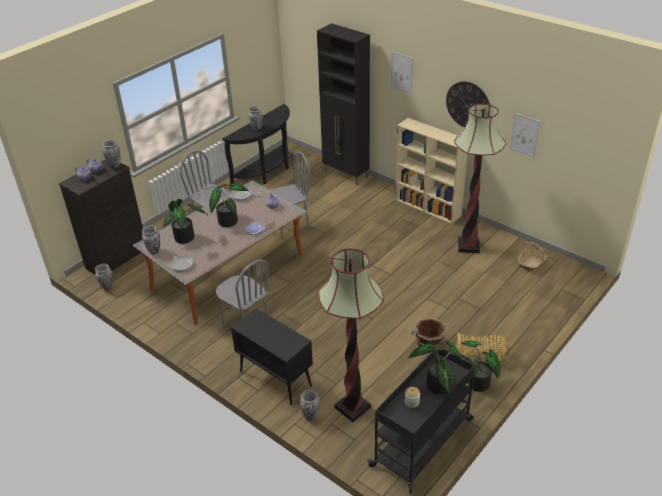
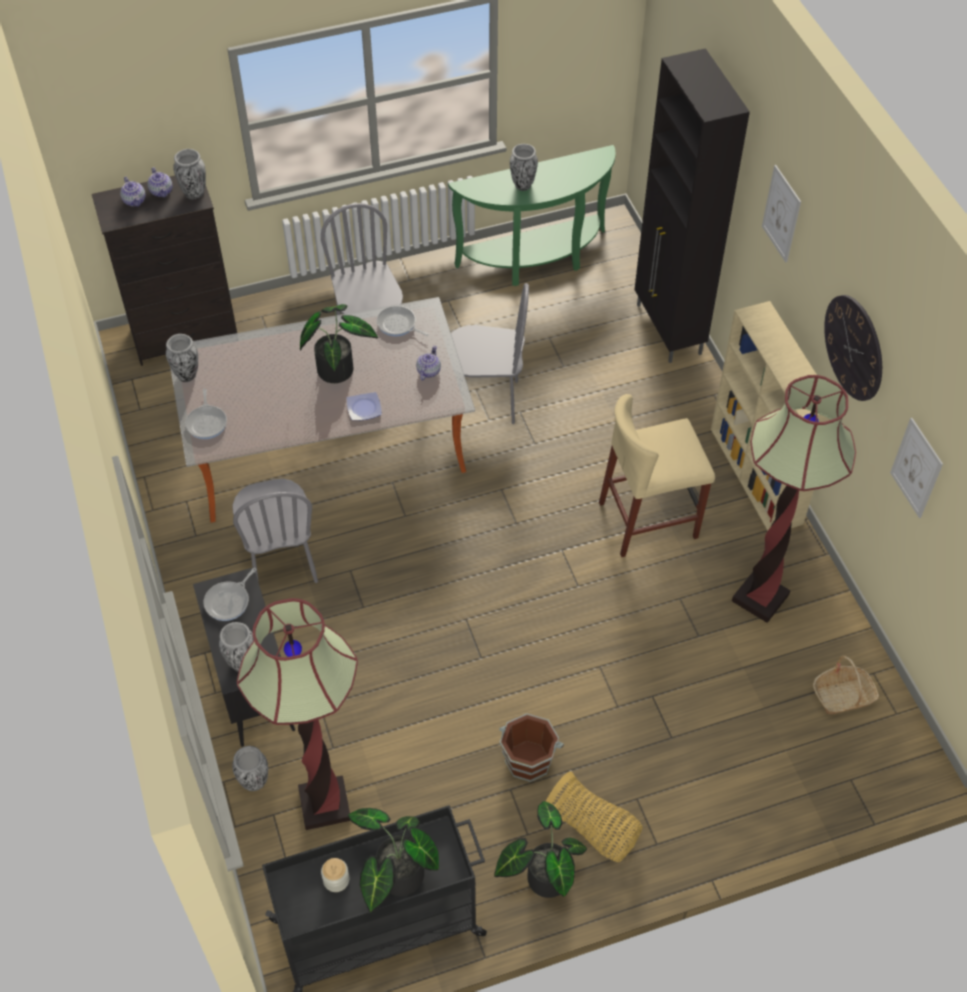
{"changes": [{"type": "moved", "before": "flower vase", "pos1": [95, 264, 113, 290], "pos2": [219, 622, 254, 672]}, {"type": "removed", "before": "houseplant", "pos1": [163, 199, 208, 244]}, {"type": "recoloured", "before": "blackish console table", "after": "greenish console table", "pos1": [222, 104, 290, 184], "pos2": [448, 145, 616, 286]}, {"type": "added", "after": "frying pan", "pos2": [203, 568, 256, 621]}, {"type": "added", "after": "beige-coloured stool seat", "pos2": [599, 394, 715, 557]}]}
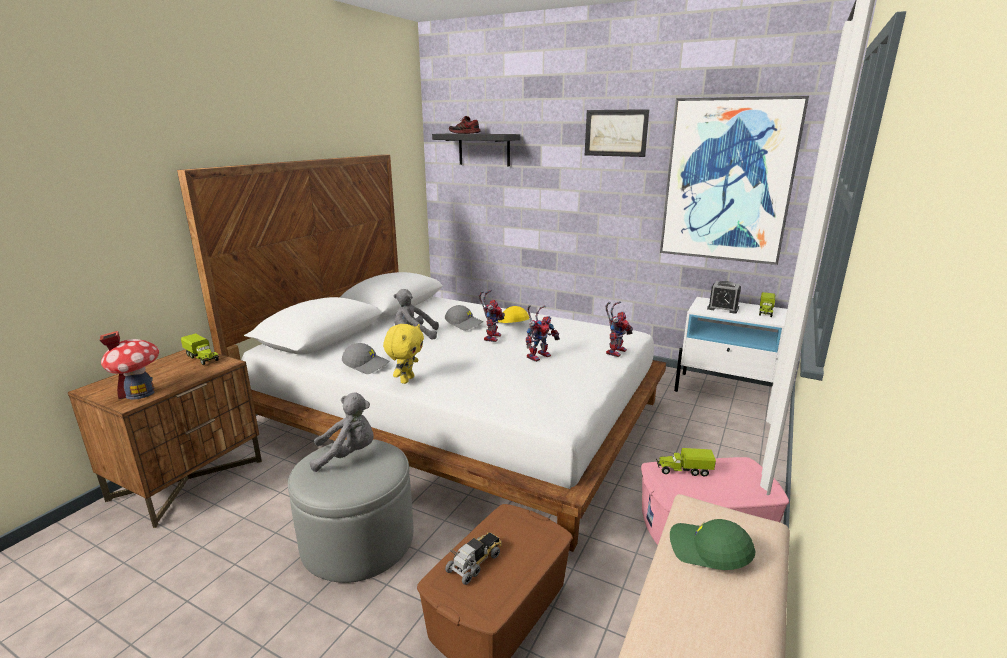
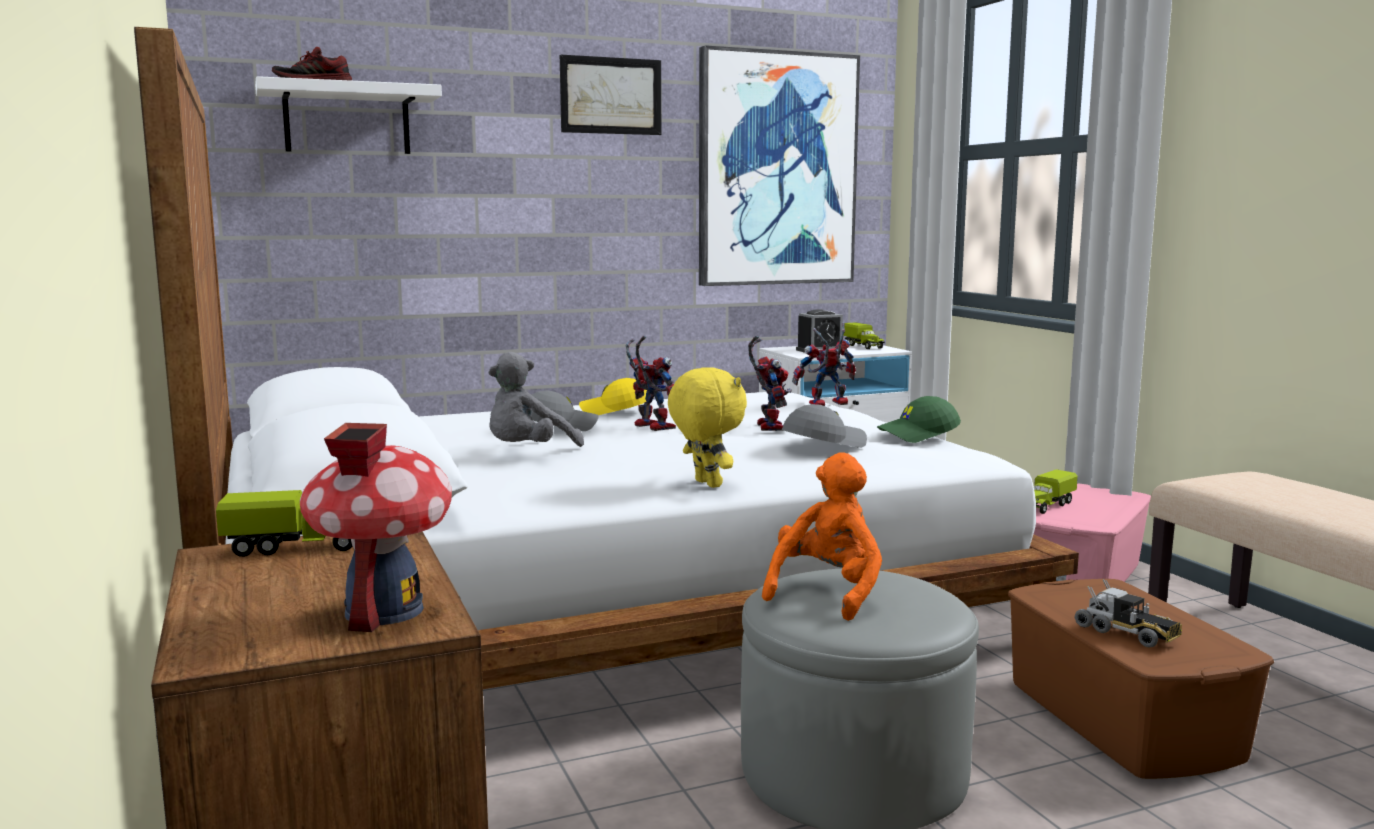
{"changes": [{"type": "recoloured", "before": "gray cuddly toy", "after": "orange cuddly toy", "pos1": [310, 392, 374, 472], "pos2": [762, 452, 882, 621]}, {"type": "moved", "before": "gray cap", "pos1": [342, 343, 389, 374], "pos2": [782, 404, 867, 448]}, {"type": "recoloured", "before": "blackish wall shelf", "after": "white-coloured wall shelf", "pos1": [432, 133, 520, 167], "pos2": [255, 76, 442, 154]}, {"type": "turned", "before": "toy truck", "pos1": [445, 532, 502, 585], "pos2": [1075, 579, 1182, 648], "turn": 150}, {"type": "turned", "before": "robot figure", "pos1": [606, 301, 633, 357], "pos2": [792, 322, 856, 406], "turn": -90}, {"type": "moved", "before": "greenish cap", "pos1": [670, 519, 755, 570], "pos2": [877, 396, 961, 443]}]}
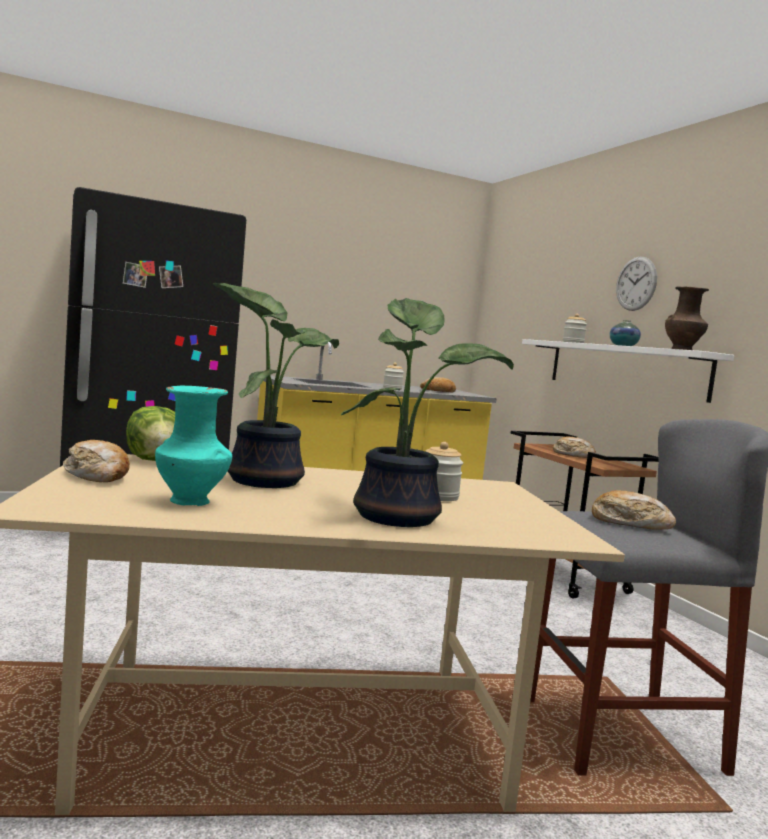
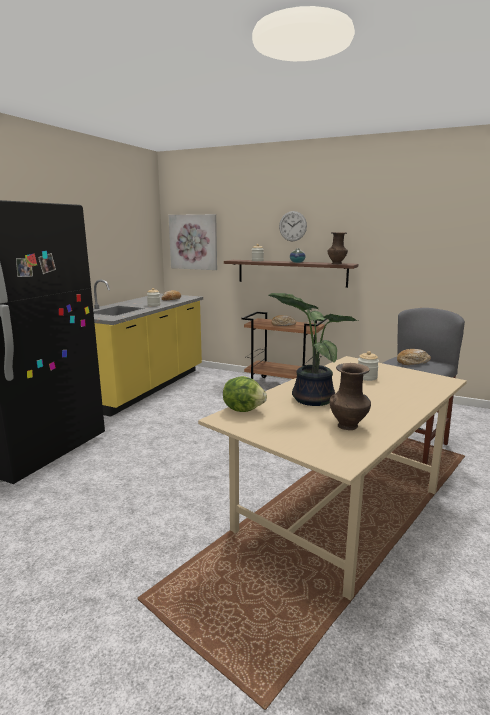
{"changes": [{"type": "removed", "before": "bakery bread", "pos1": [63, 440, 130, 482]}, {"type": "recoloured", "before": "turquoise flower vase", "after": "brown flower vase", "pos1": [155, 385, 232, 506], "pos2": [330, 363, 371, 430]}, {"type": "removed", "before": "houseplant", "pos1": [341, 298, 514, 527]}, {"type": "recoloured", "before": "white-coloured wall shelf", "after": "brown wall shelf", "pos1": [522, 339, 734, 403], "pos2": [224, 260, 358, 288]}, {"type": "added", "after": "wall picture", "pos2": [169, 214, 217, 270]}]}
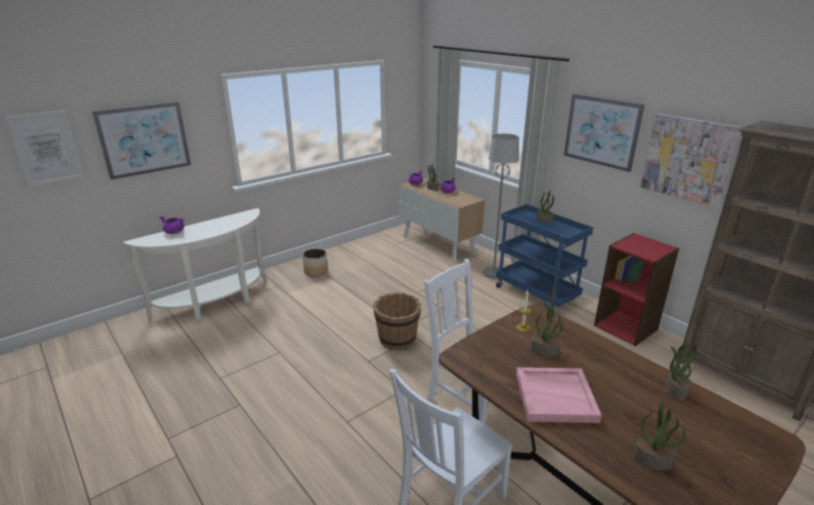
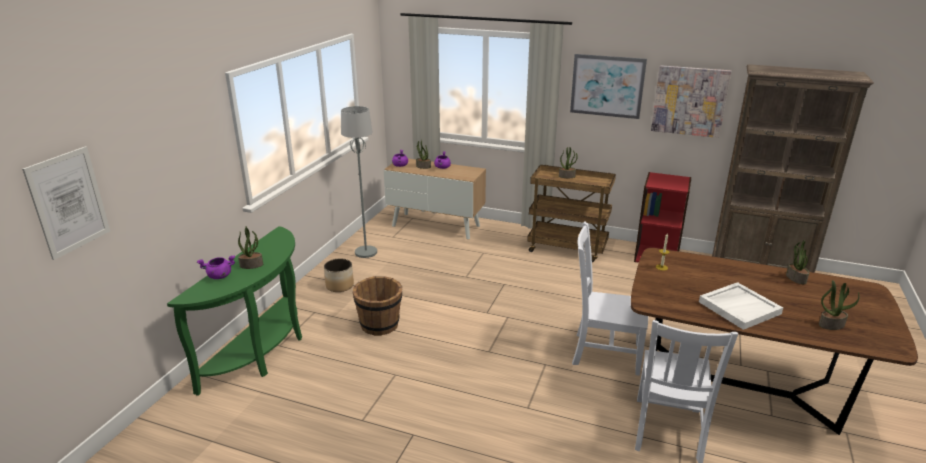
{"changes": [{"type": "removed", "before": "wall picture", "pos1": [92, 102, 191, 180]}, {"type": "recoloured", "before": "white-coloured console table", "after": "greenish console table", "pos1": [123, 208, 267, 321], "pos2": [167, 226, 302, 396]}, {"type": "moved", "before": "brown water bucket", "pos1": [373, 293, 421, 350], "pos2": [352, 276, 402, 336]}, {"type": "moved", "before": "gray standing lamp", "pos1": [483, 134, 519, 279], "pos2": [341, 106, 377, 258]}, {"type": "recoloured", "before": "blue wheeled cart", "after": "brown wheeled cart", "pos1": [496, 204, 593, 311], "pos2": [527, 165, 616, 262]}, {"type": "recoloured", "before": "pink serving tray", "after": "white-coloured serving tray", "pos1": [516, 367, 602, 423], "pos2": [699, 282, 783, 330]}, {"type": "moved", "before": "houseplant", "pos1": [531, 304, 563, 357], "pos2": [238, 226, 263, 269]}]}
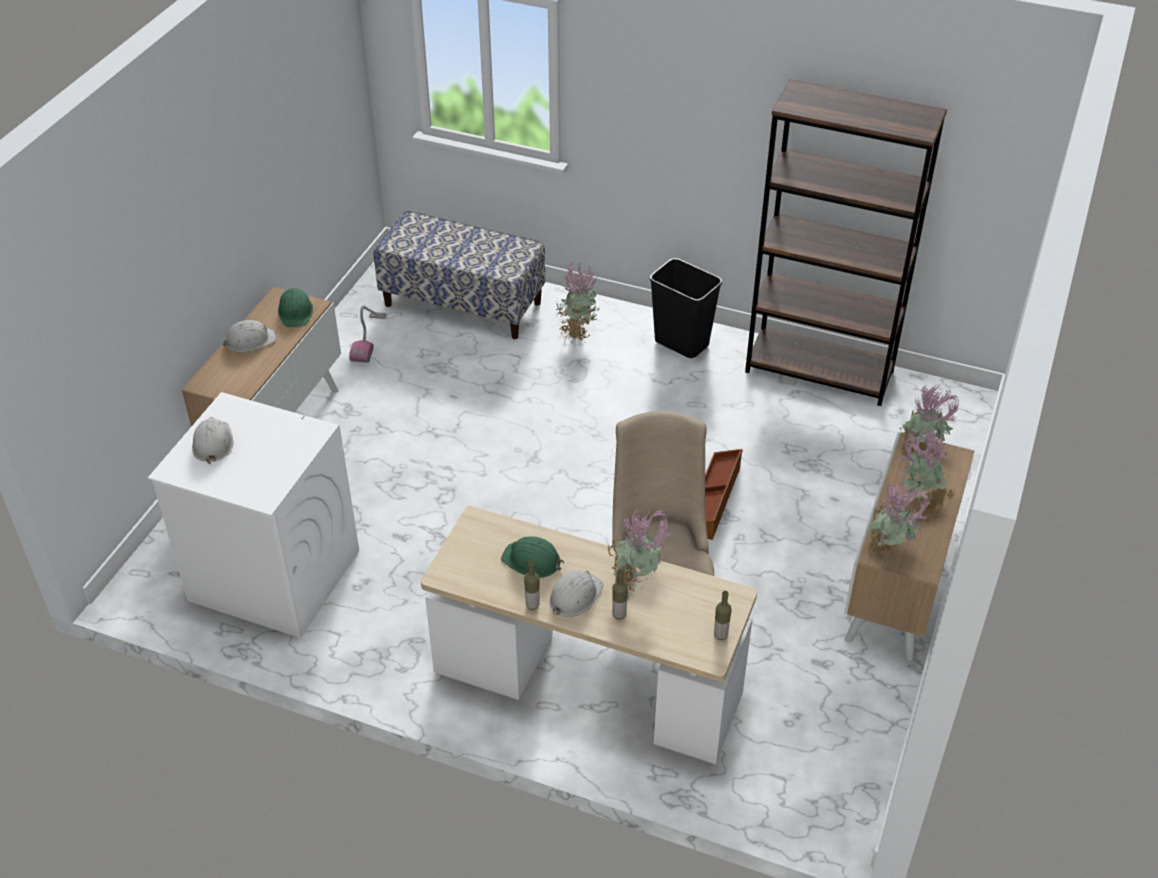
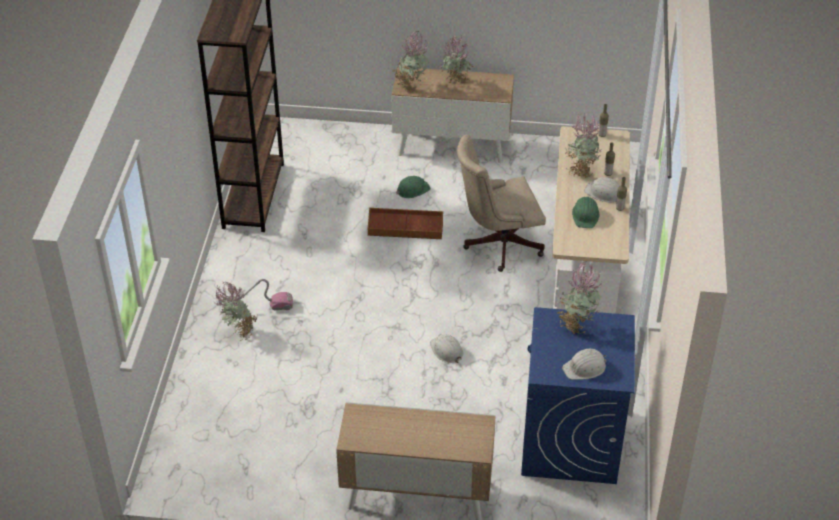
{"changes": [{"type": "recoloured", "before": "white-coloured washing machine", "after": "blue washing machine", "pos1": [148, 392, 359, 638], "pos2": [521, 307, 635, 484]}, {"type": "moved", "before": "white-coloured work helmet", "pos1": [222, 320, 277, 353], "pos2": [430, 334, 463, 363]}, {"type": "moved", "before": "greenish work helmet", "pos1": [278, 288, 313, 327], "pos2": [396, 176, 431, 198]}, {"type": "moved", "before": "hoover", "pos1": [349, 305, 387, 363], "pos2": [225, 279, 293, 315]}, {"type": "removed", "before": "indoor bench", "pos1": [373, 211, 545, 339]}, {"type": "removed", "before": "blackish trash can", "pos1": [650, 258, 722, 358]}, {"type": "moved", "before": "houseplant", "pos1": [866, 481, 931, 559], "pos2": [558, 261, 603, 335]}]}
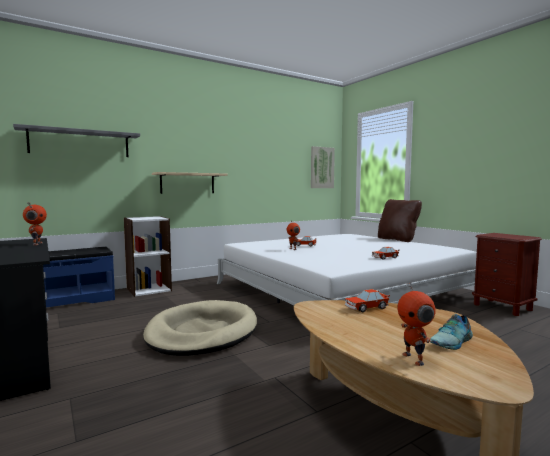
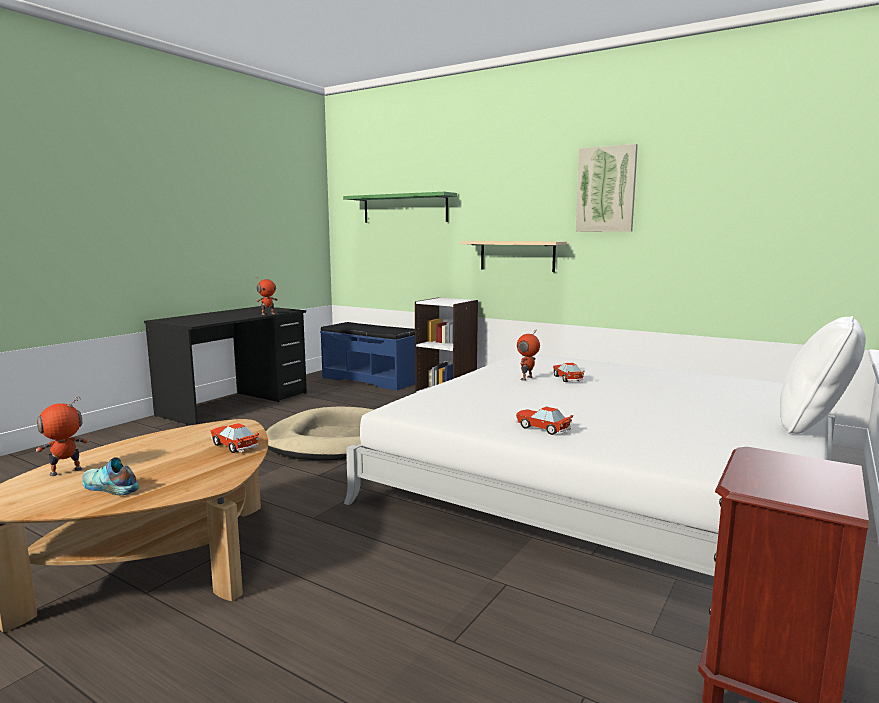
{"changes": [{"type": "recoloured", "before": "gray wall shelf", "after": "greenish wall shelf", "pos1": [13, 124, 140, 157], "pos2": [343, 192, 457, 223]}, {"type": "moved", "before": "wall picture", "pos1": [311, 146, 335, 188], "pos2": [576, 144, 638, 232]}, {"type": "recoloured", "before": "brown pillow", "after": "white-coloured pillow", "pos1": [378, 199, 422, 242], "pos2": [780, 316, 866, 434]}]}
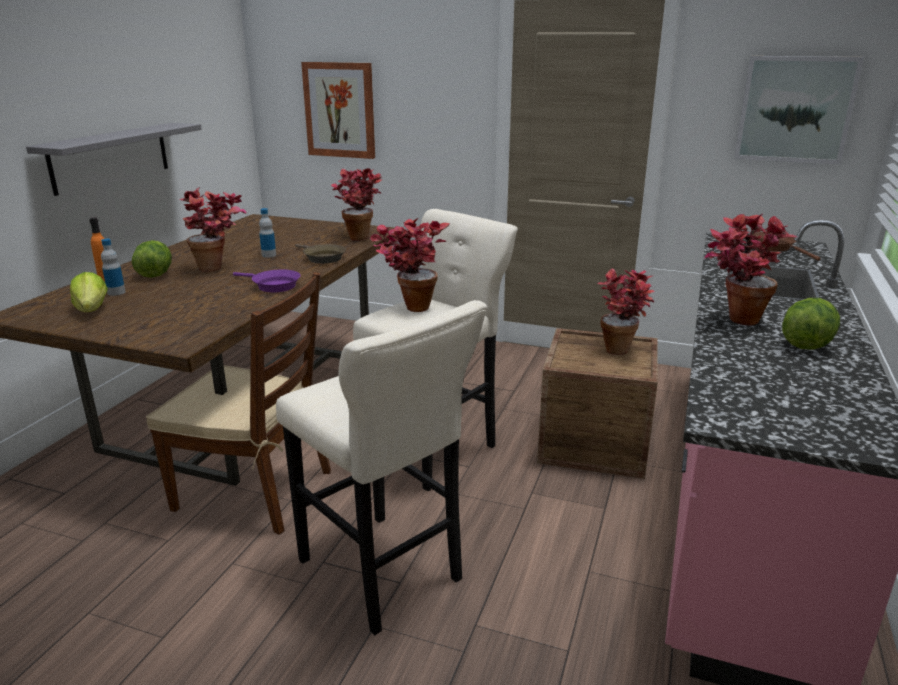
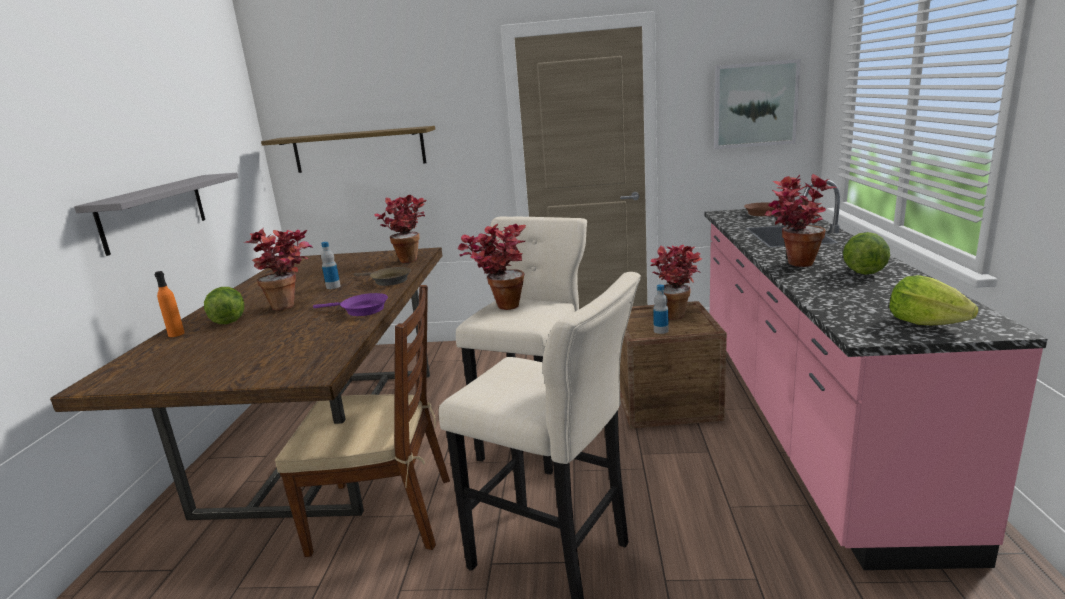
{"changes": [{"type": "moved", "before": "head of lettuce", "pos1": [70, 272, 108, 312], "pos2": [889, 275, 979, 325]}, {"type": "moved", "before": "beverage bottle", "pos1": [101, 239, 126, 296], "pos2": [653, 284, 668, 334]}, {"type": "replaced", "before": "wall picture", "after": "wall shelf", "pos1": [301, 62, 375, 159], "pos2": [261, 126, 435, 173]}]}
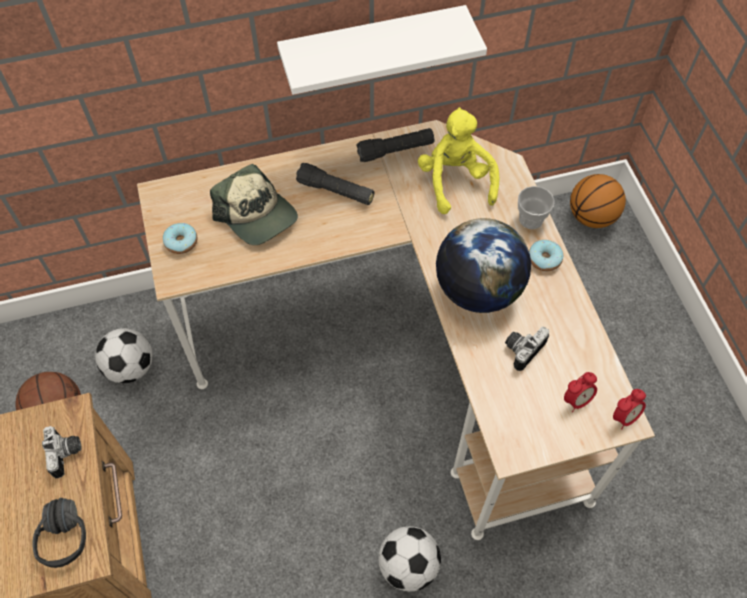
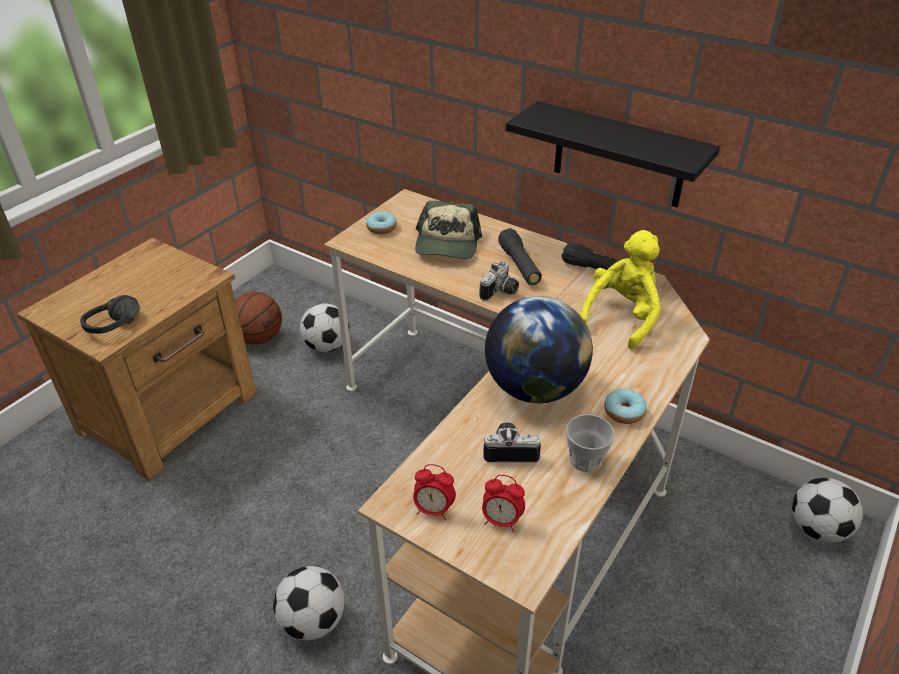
{"changes": [{"type": "moved", "before": "still camera", "pos1": [42, 426, 82, 479], "pos2": [480, 261, 519, 301]}, {"type": "recoloured", "before": "white-coloured wall shelf", "after": "blackish wall shelf", "pos1": [277, 5, 487, 95], "pos2": [506, 101, 720, 207]}, {"type": "moved", "before": "drinking cup", "pos1": [518, 186, 555, 229], "pos2": [566, 414, 615, 472]}, {"type": "replaced", "before": "ball for basketball", "after": "ball for football", "pos1": [570, 174, 626, 228], "pos2": [792, 478, 863, 543]}, {"type": "moved", "before": "table clock", "pos1": [613, 389, 646, 430], "pos2": [413, 464, 456, 520]}]}
